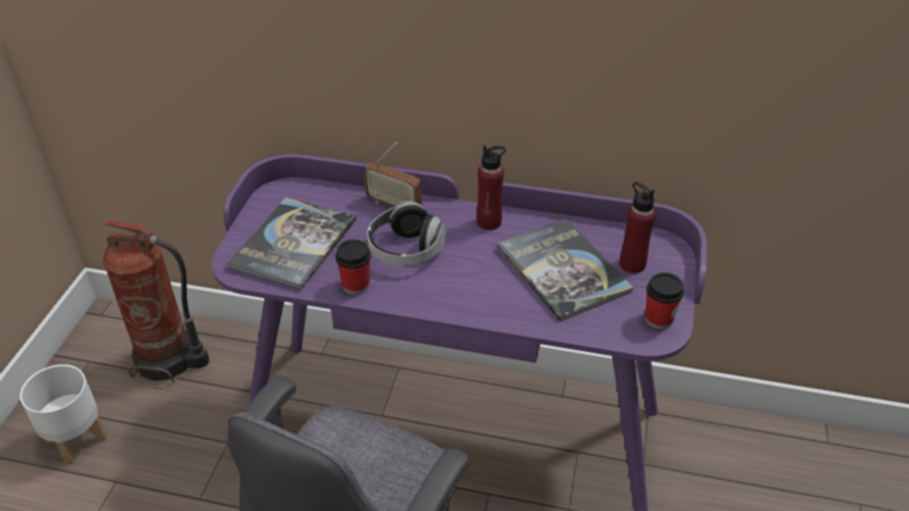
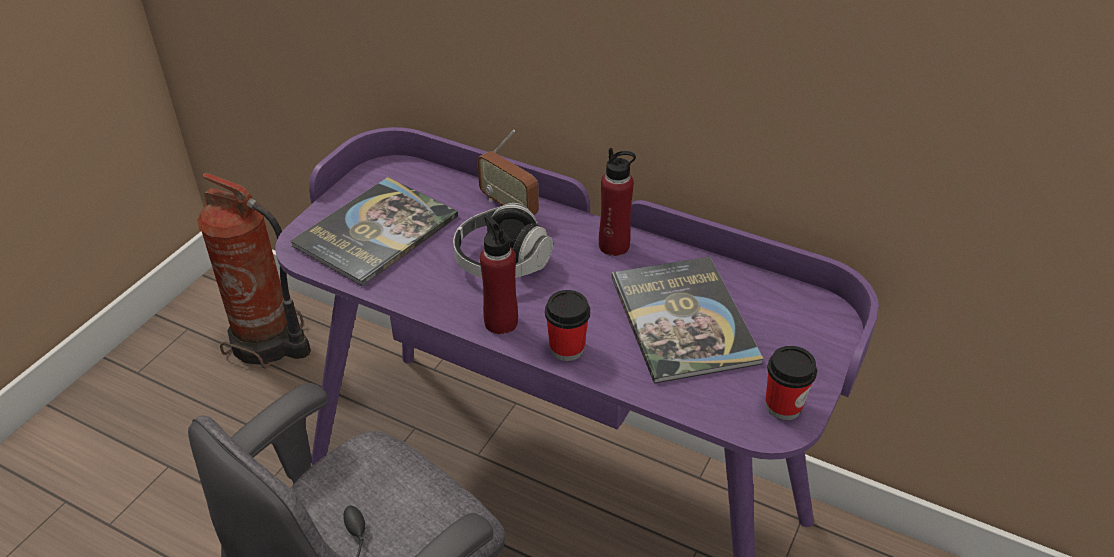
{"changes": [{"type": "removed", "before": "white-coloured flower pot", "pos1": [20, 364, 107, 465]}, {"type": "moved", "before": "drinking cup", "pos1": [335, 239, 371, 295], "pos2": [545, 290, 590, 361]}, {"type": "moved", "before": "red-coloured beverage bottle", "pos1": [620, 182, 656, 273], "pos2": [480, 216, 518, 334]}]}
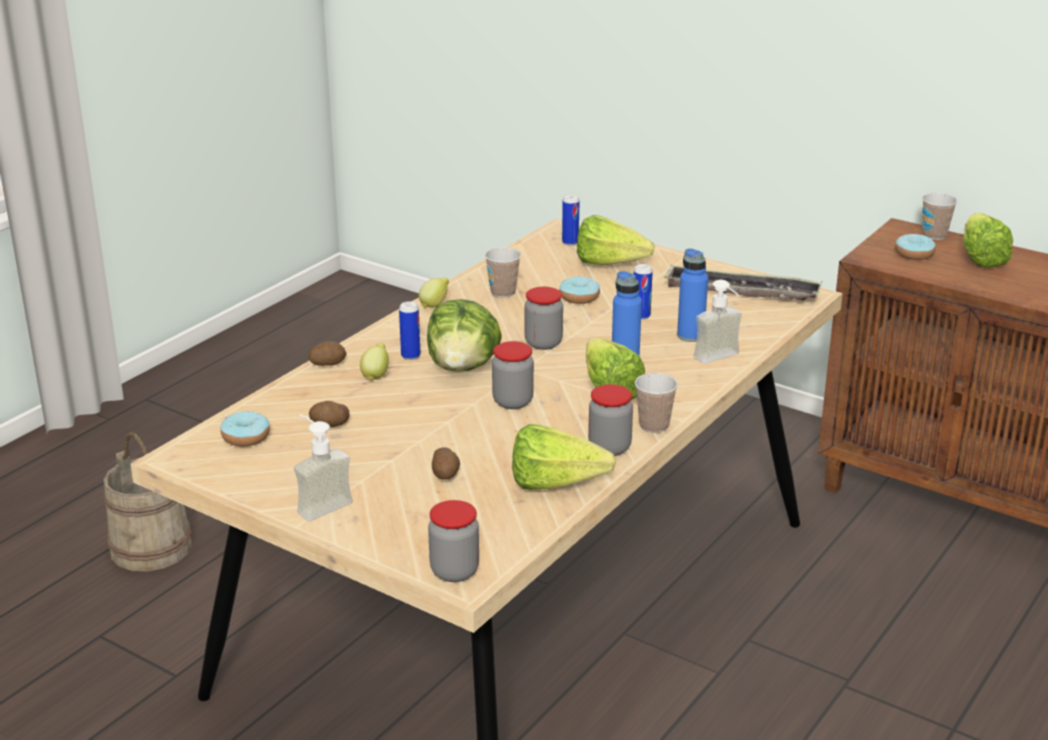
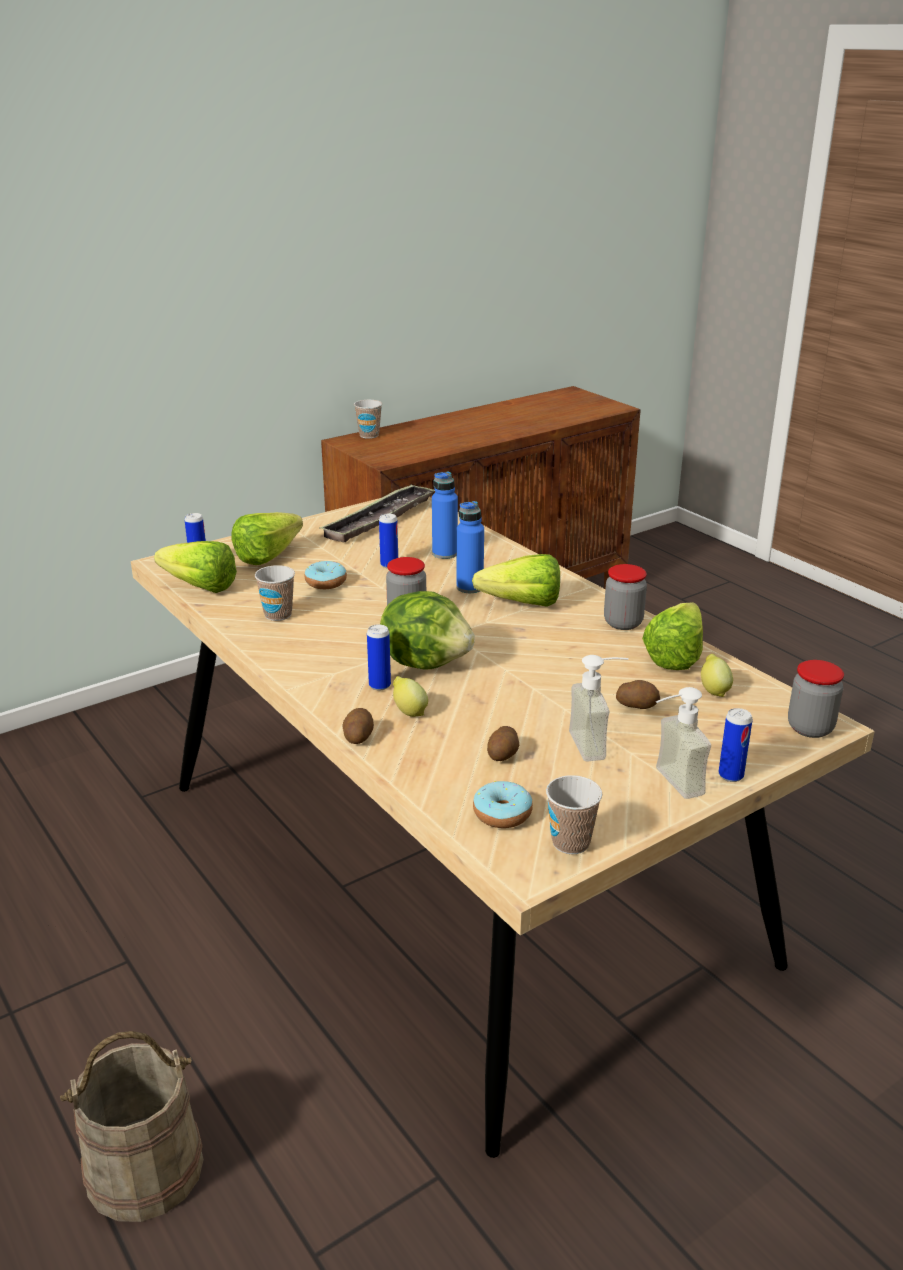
{"changes": [{"type": "moved", "before": "citrus fruit", "pos1": [419, 278, 449, 308], "pos2": [701, 654, 733, 697]}, {"type": "removed", "before": "jar", "pos1": [492, 341, 534, 409]}, {"type": "moved", "before": "drinking cup", "pos1": [635, 373, 678, 433], "pos2": [546, 775, 602, 854]}, {"type": "moved", "before": "liquid soap bottle", "pos1": [694, 280, 742, 364], "pos2": [569, 655, 629, 762]}, {"type": "removed", "before": "doughnut", "pos1": [895, 234, 935, 260]}, {"type": "moved", "before": "head of lettuce", "pos1": [963, 213, 1013, 268], "pos2": [154, 541, 237, 593]}, {"type": "added", "after": "metal can", "pos2": [719, 708, 752, 782]}]}
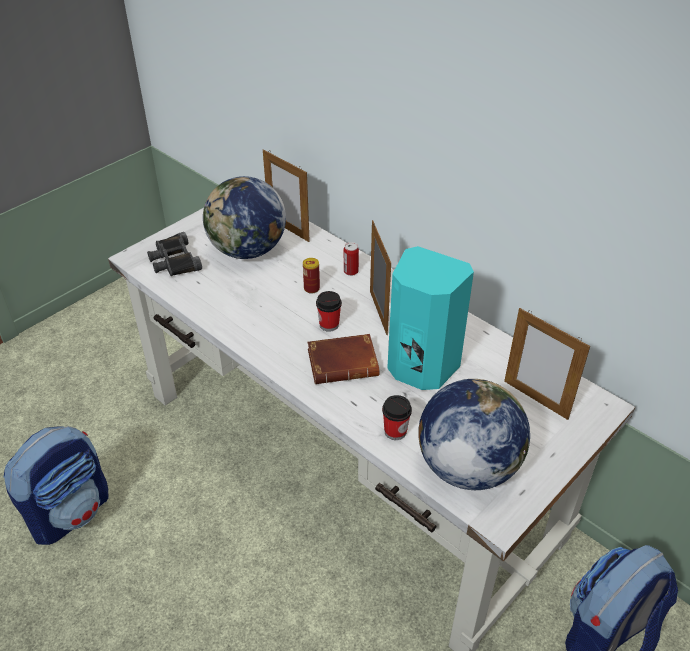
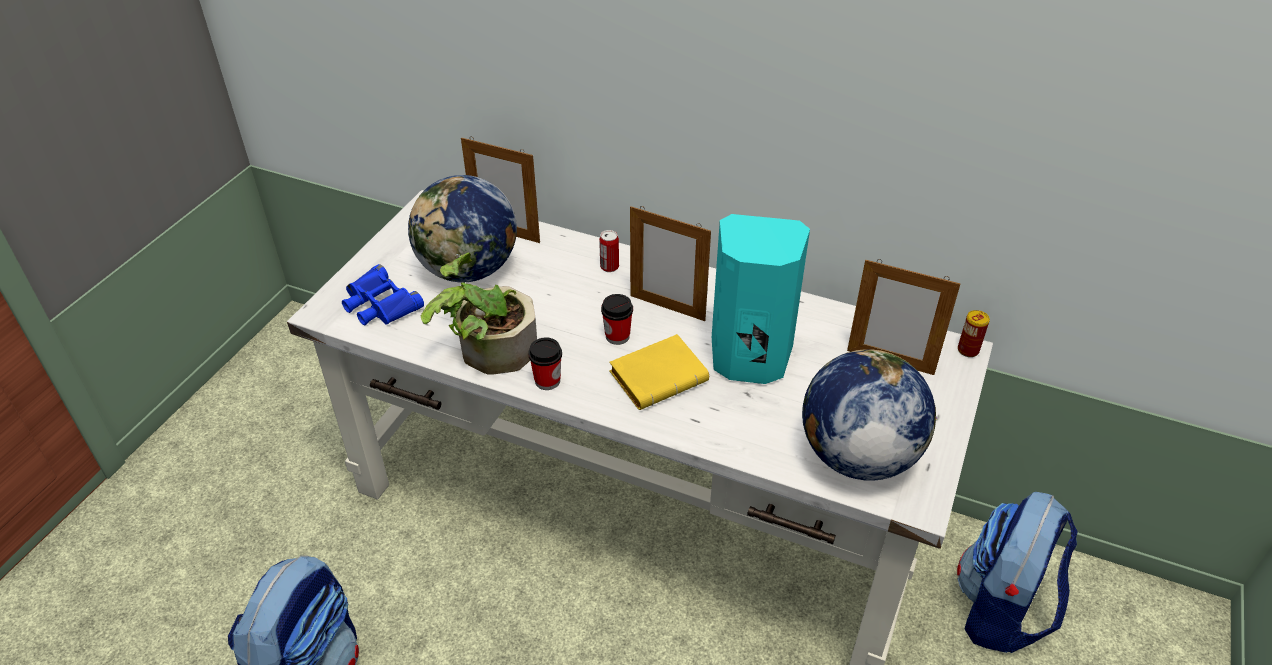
{"changes": [{"type": "recoloured", "before": "blackish field glasses", "after": "blue field glasses", "pos1": [147, 232, 202, 276], "pos2": [342, 264, 424, 325]}, {"type": "moved", "before": "metal can", "pos1": [303, 258, 320, 294], "pos2": [958, 310, 990, 357]}, {"type": "recoloured", "before": "brown book", "after": "yellowish book", "pos1": [308, 334, 380, 384], "pos2": [609, 334, 709, 410]}, {"type": "turned", "before": "picture frame", "pos1": [370, 220, 391, 335], "pos2": [630, 206, 711, 321], "turn": 150}, {"type": "moved", "before": "drinking cup", "pos1": [382, 395, 412, 440], "pos2": [528, 337, 562, 390]}, {"type": "added", "after": "houseplant", "pos2": [421, 253, 537, 375]}]}
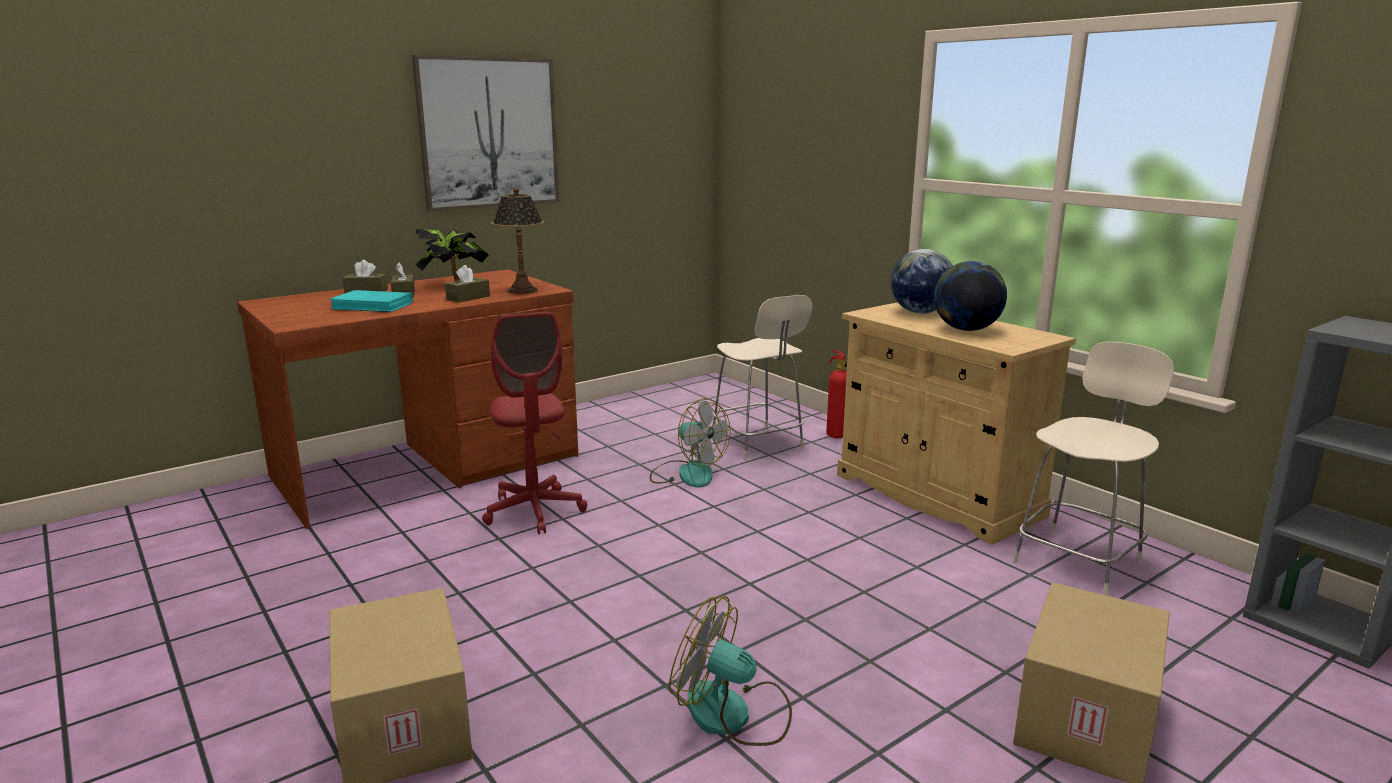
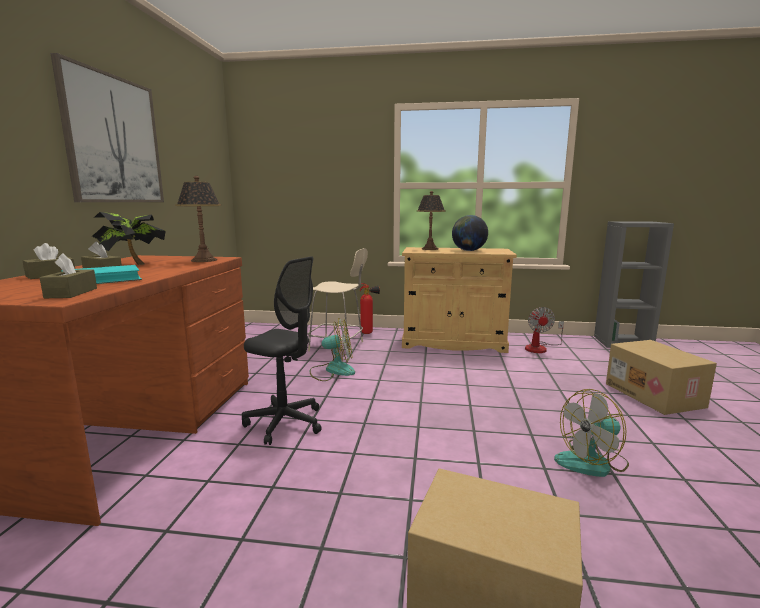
{"changes": [{"type": "moved", "before": "brown box of tissues", "pos1": [445, 265, 490, 303], "pos2": [40, 253, 97, 298]}, {"type": "recoloured", "before": "red-coloured computer chair", "after": "blackish computer chair", "pos1": [482, 312, 587, 534], "pos2": [242, 256, 322, 445]}, {"type": "replaced", "before": "world globe", "after": "table lamp", "pos1": [891, 249, 953, 314], "pos2": [417, 191, 446, 250]}, {"type": "replaced", "before": "beige-coloured upright chair", "after": "cooling fan", "pos1": [1013, 342, 1174, 596], "pos2": [525, 307, 564, 353]}]}
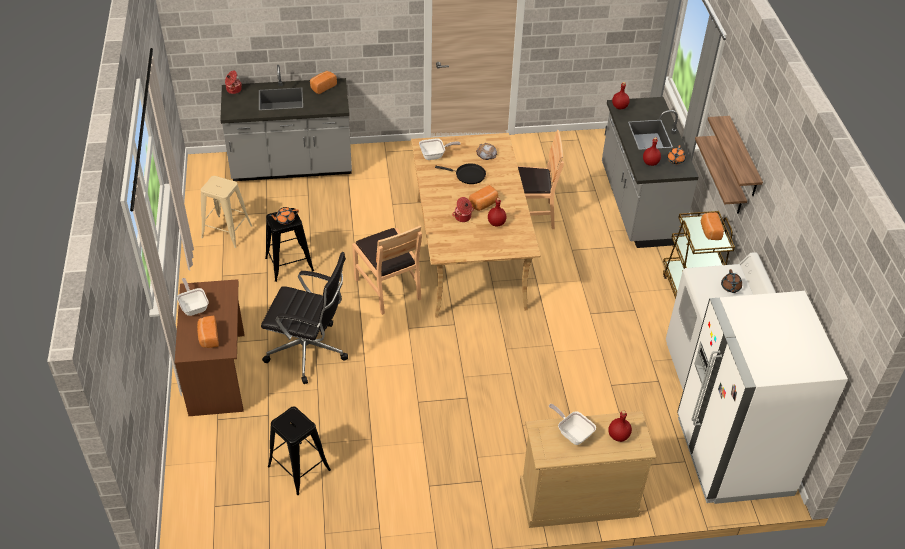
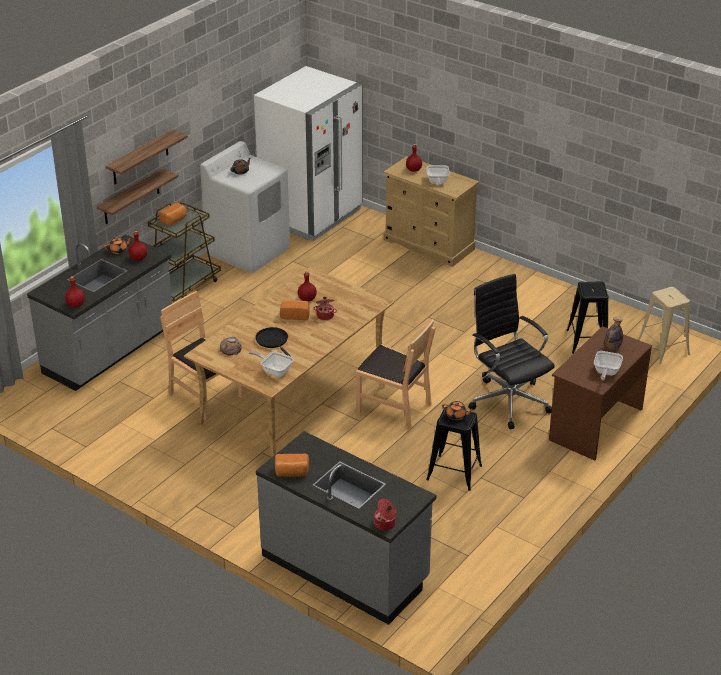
{"changes": [{"type": "replaced", "before": "bakery bread", "after": "beverage bottle", "pos1": [197, 316, 219, 348], "pos2": [605, 317, 623, 350]}, {"type": "moved", "before": "beige-coloured stool seat", "pos1": [201, 176, 253, 248], "pos2": [638, 287, 690, 364]}, {"type": "turned", "before": "brown upright chair", "pos1": [352, 225, 422, 315], "pos2": [356, 319, 435, 430], "turn": 105}]}
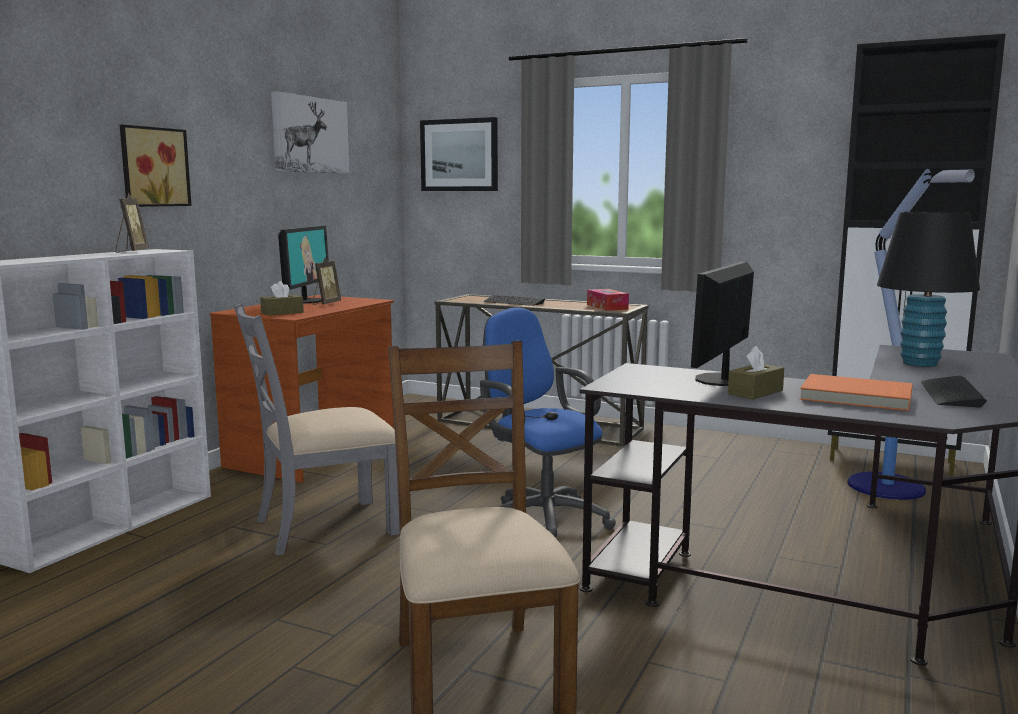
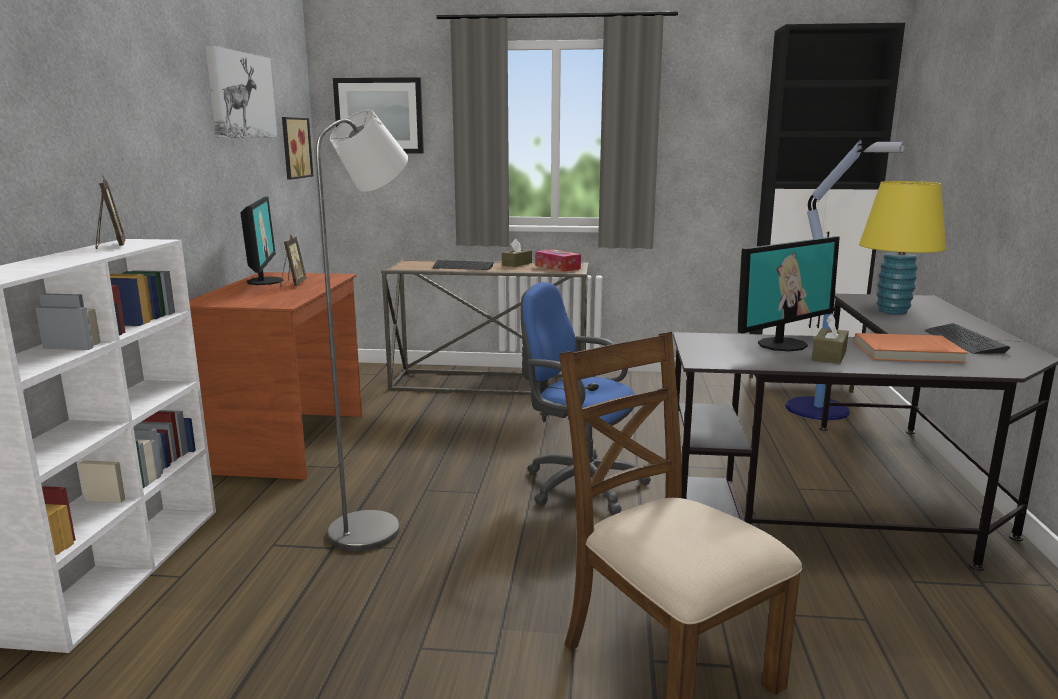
{"changes": [{"type": "moved", "before": "wall picture", "pos1": [120, 125, 192, 207], "pos2": [282, 117, 313, 180]}, {"type": "replaced", "before": "gray upright chair", "after": "gray standing lamp", "pos1": [234, 303, 400, 555], "pos2": [316, 110, 408, 551]}, {"type": "moved", "before": "brown box of tissues", "pos1": [260, 281, 304, 316], "pos2": [502, 239, 532, 267]}, {"type": "turned", "before": "computer screen", "pos1": [691, 262, 754, 386], "pos2": [738, 236, 840, 351], "turn": -135}, {"type": "recoloured", "before": "blackish table lamp", "after": "yellowish table lamp", "pos1": [877, 212, 980, 367], "pos2": [859, 181, 946, 315]}]}
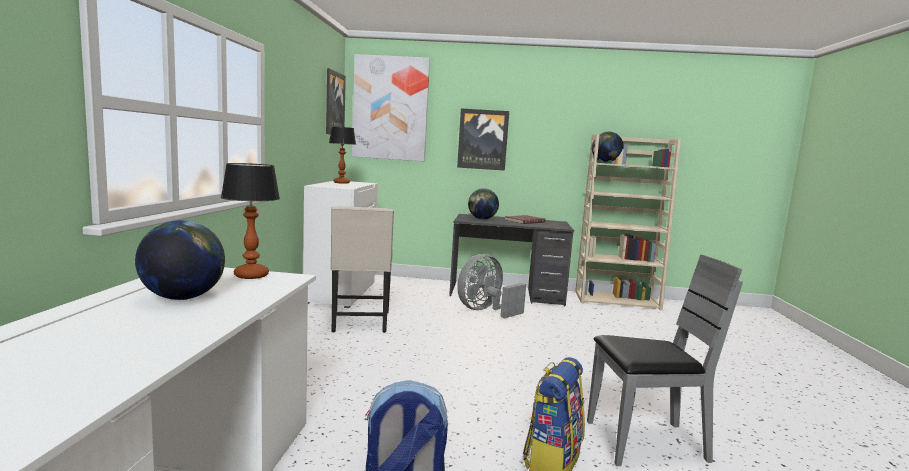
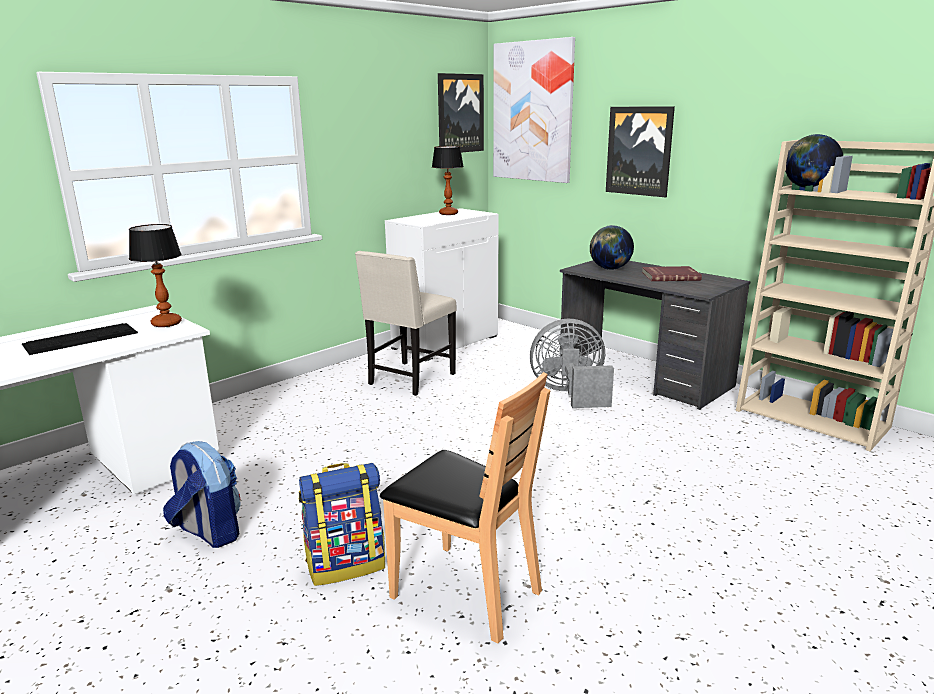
{"changes": [{"type": "replaced", "before": "world globe", "after": "keyboard", "pos1": [135, 220, 225, 300], "pos2": [22, 323, 138, 355]}, {"type": "recoloured", "before": "gray upright chair", "after": "brown upright chair", "pos1": [587, 254, 743, 466], "pos2": [380, 372, 550, 643]}]}
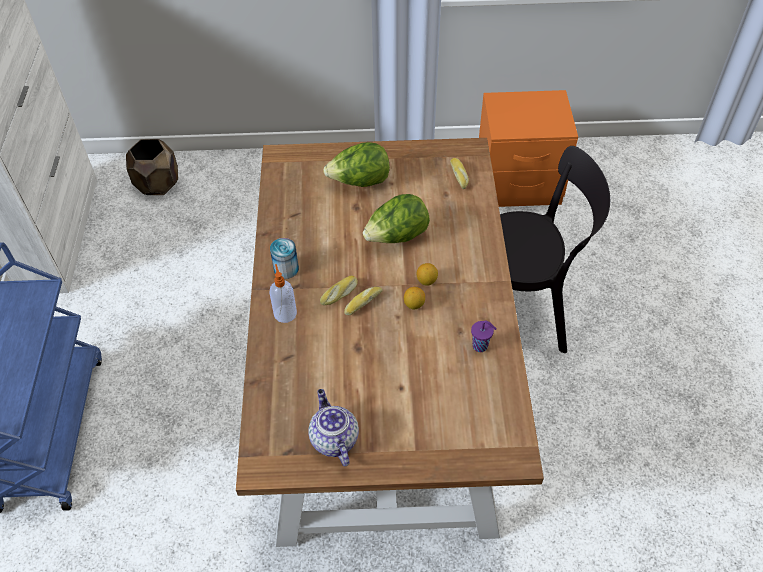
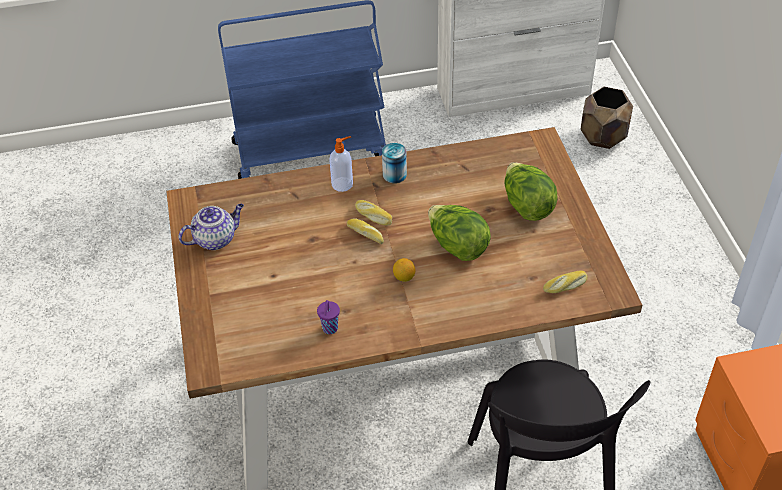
{"changes": [{"type": "removed", "before": "citrus fruit", "pos1": [404, 287, 425, 309]}]}
